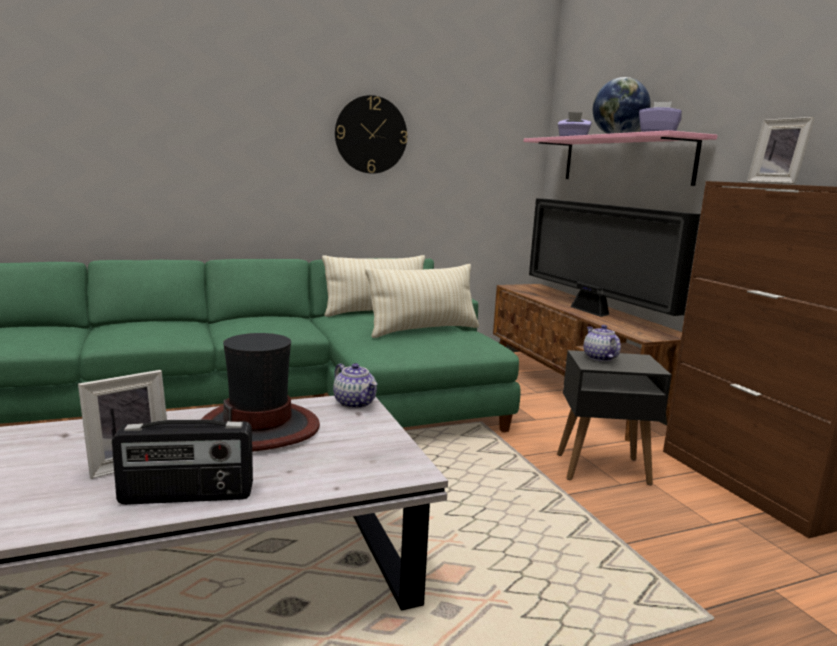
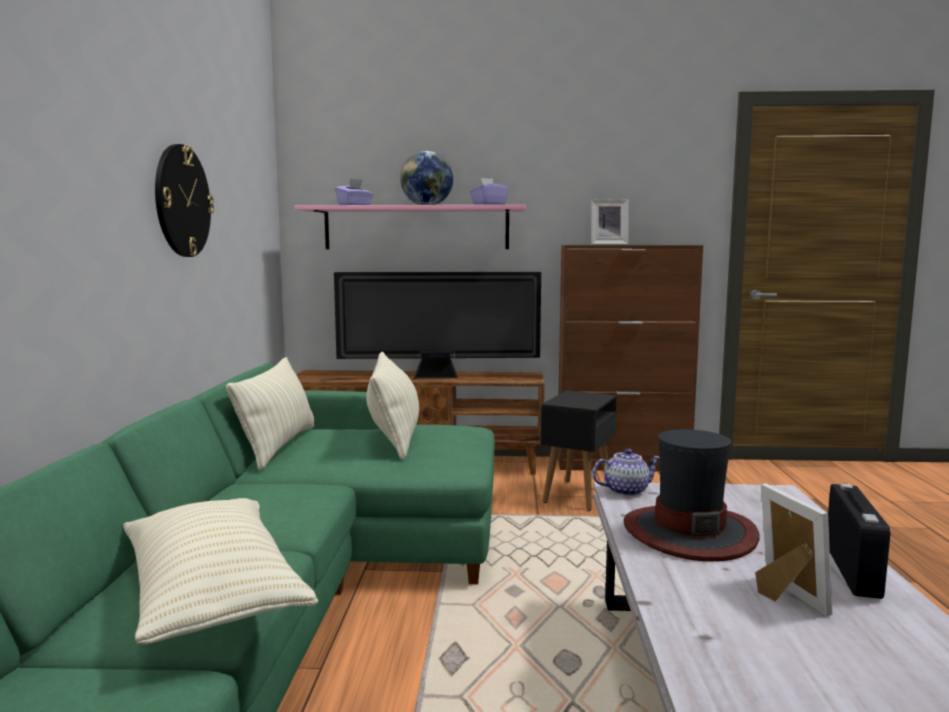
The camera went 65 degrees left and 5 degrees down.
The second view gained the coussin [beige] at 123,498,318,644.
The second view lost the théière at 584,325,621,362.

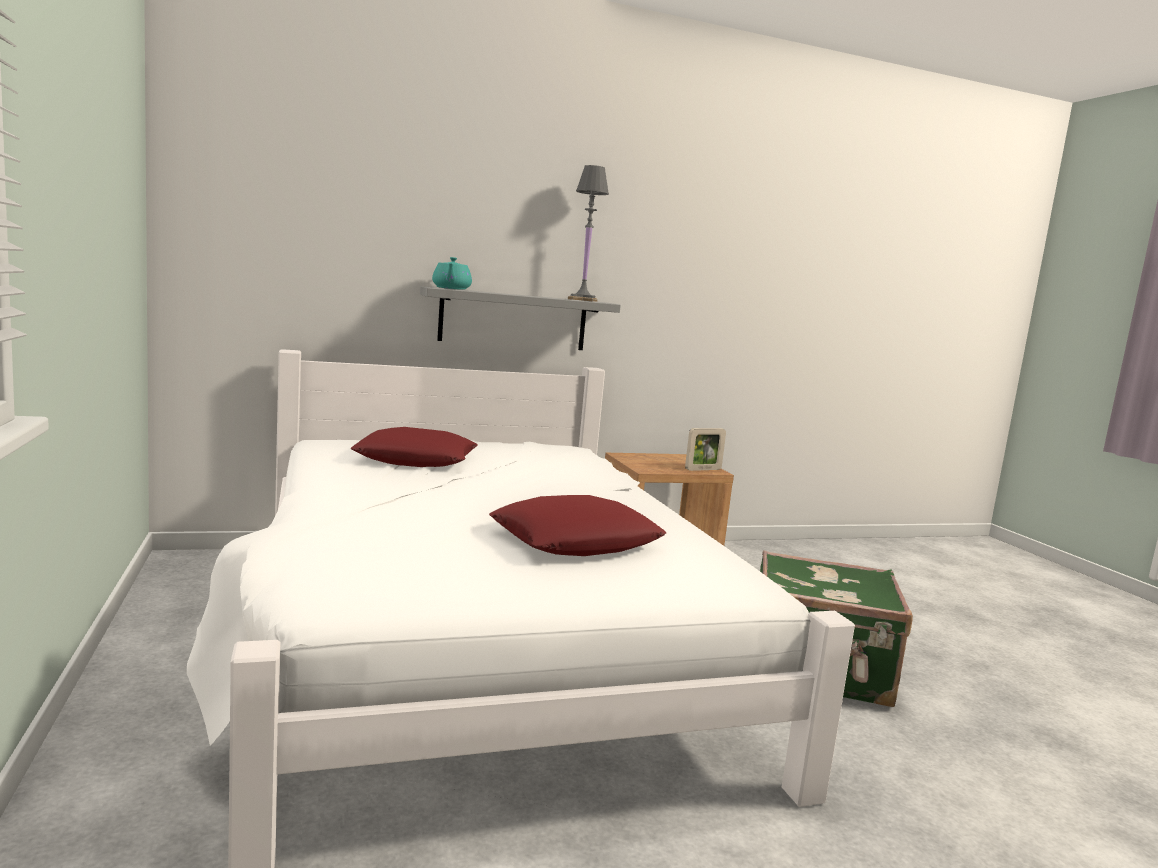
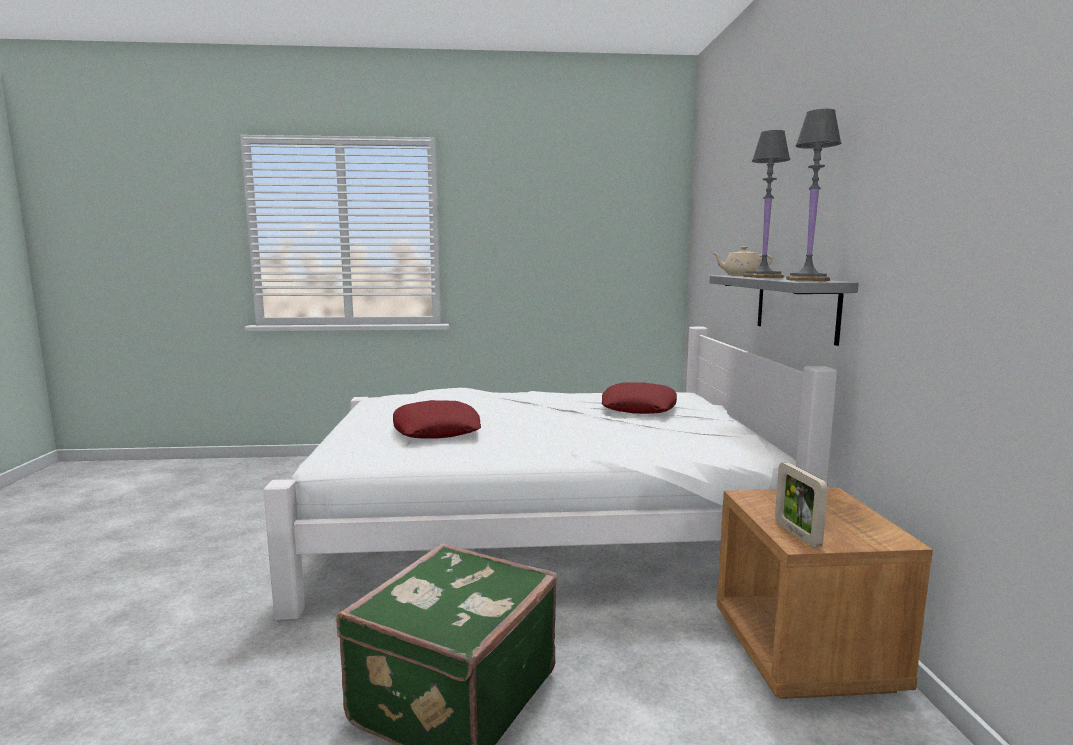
The camera went 105 degrees right and 0 degrees up.
What was the théière [turquoise] at 432,257,472,290 turned into the théière [beige] at 712,246,772,276.
The second view gained the lampe de table [gris] at 743,130,790,278.

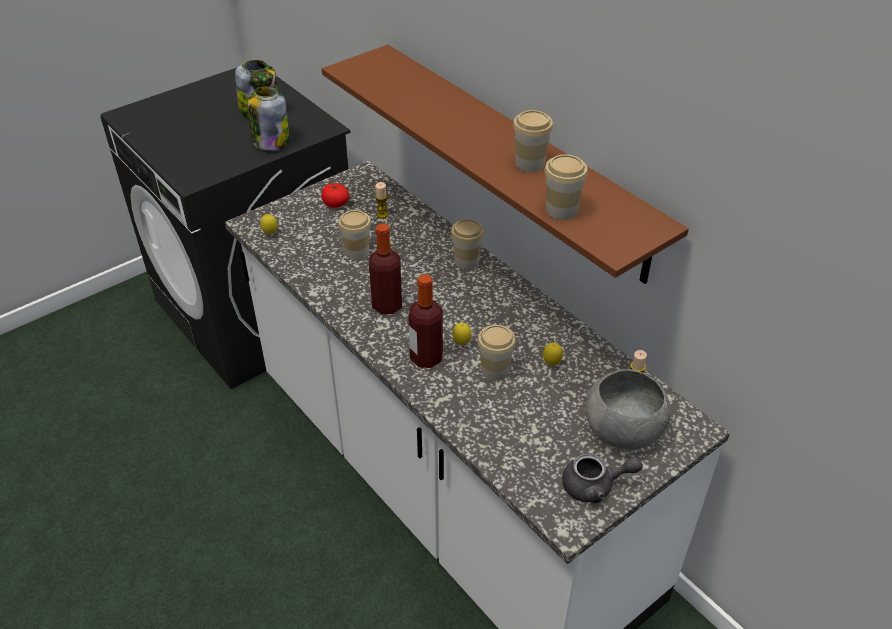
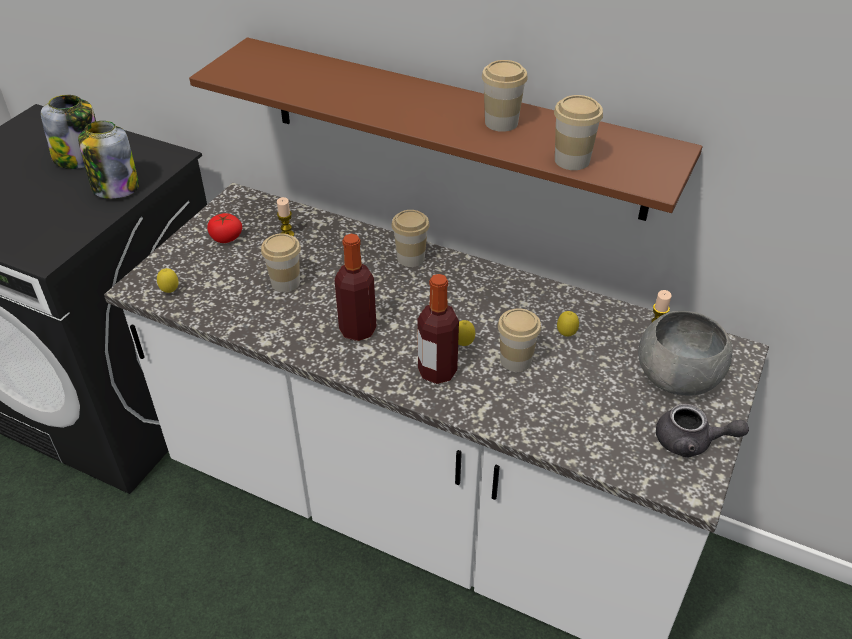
The camera went 25 degrees left and 0 degrees up.
The théière [gris] at 562,453,643,503 ended up facing another way, 45 degrees clockwise from before.

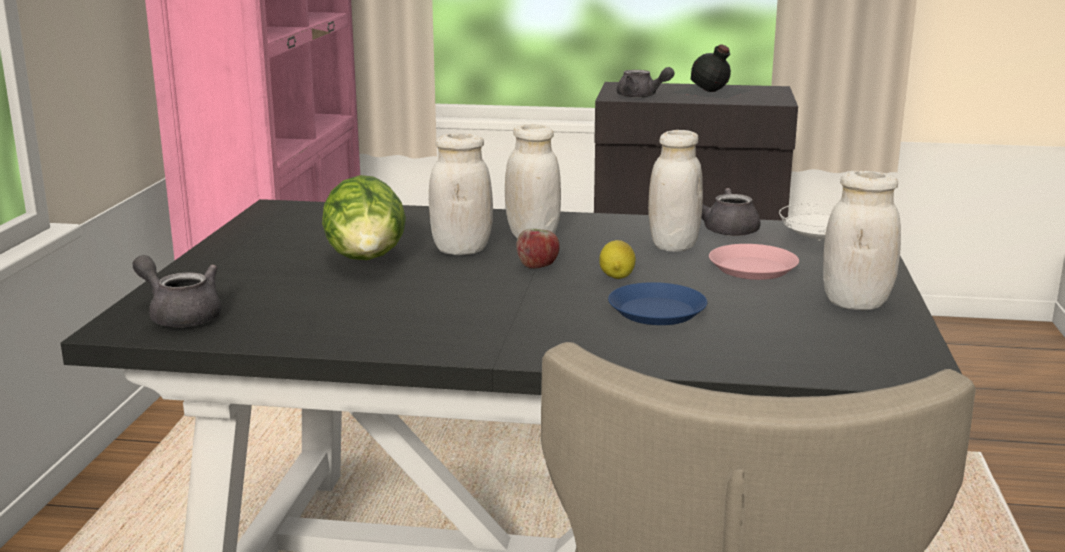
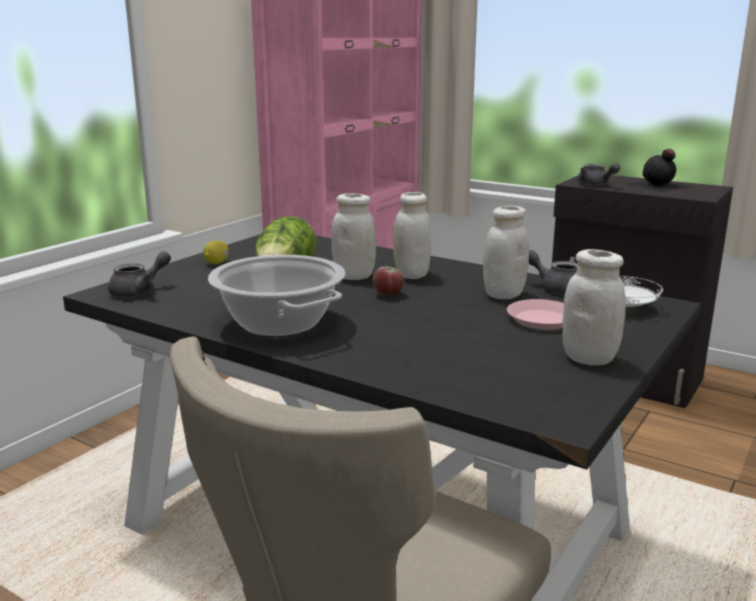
The camera went 25 degrees right and 0 degrees up.
The théière [gris] at 132,255,221,327 ended up facing another way, 75 degrees clockwise from before.
The citron ended up elsewhere, having gone from 599,240,636,279 to 203,240,229,264.
The second view gained the marmite at 208,255,345,337.
The second view lost the assiette [bleu] at 608,282,707,325.

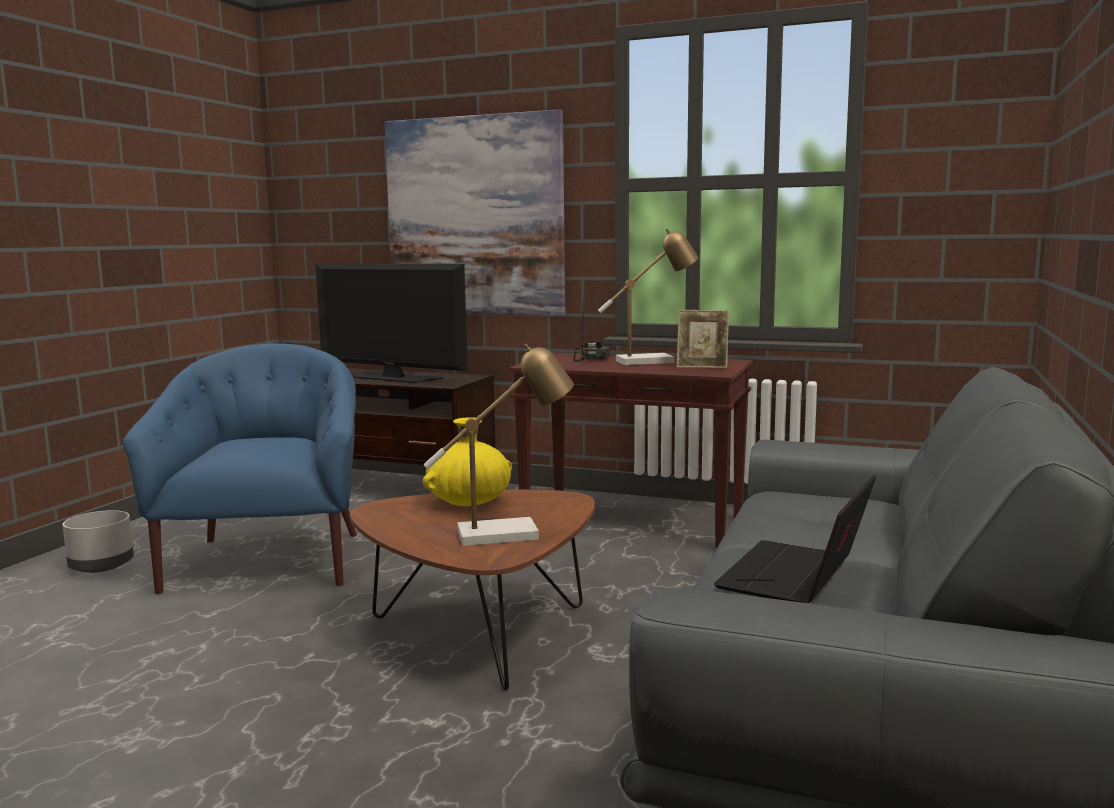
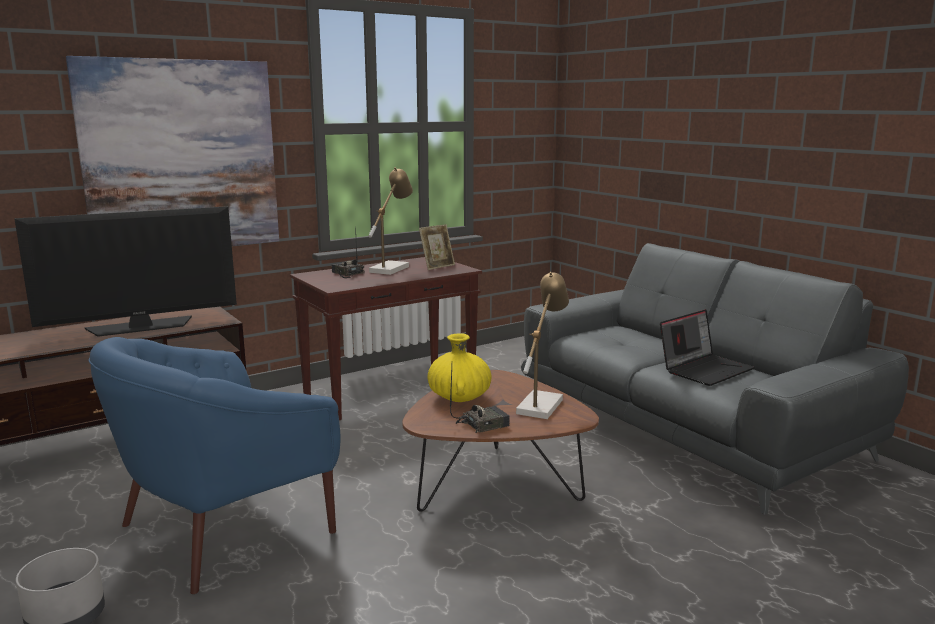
The camera went 55 degrees left and 5 degrees up.
The fauteuil [bleu] at 123,343,357,594 ended up facing another way, 75 degrees counterclockwise from before.
The second view gained the radio at 450,366,510,433.
The ordinateur portable at 714,475,876,603 ended up facing another way, 105 degrees counterclockwise from before.

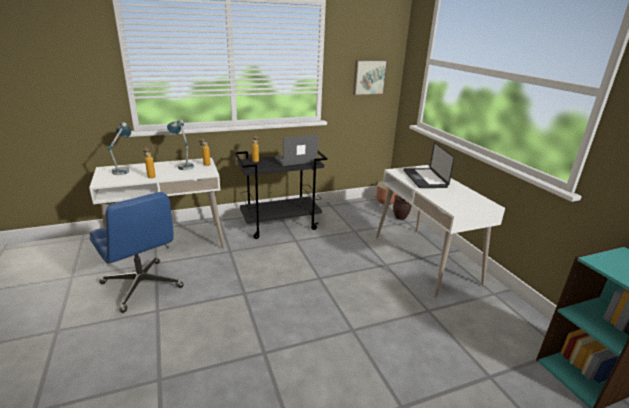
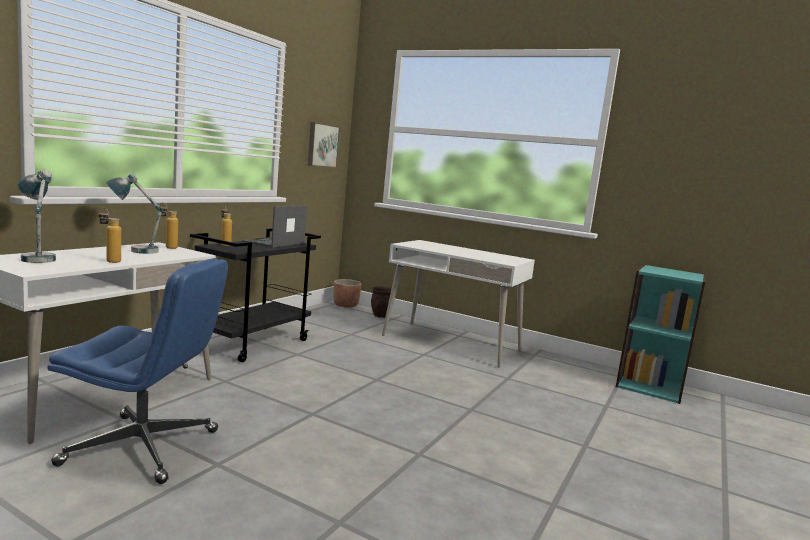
The camera went 40 degrees left and 15 degrees down.
The second view lost the ordinateur portable at 403,142,455,188.

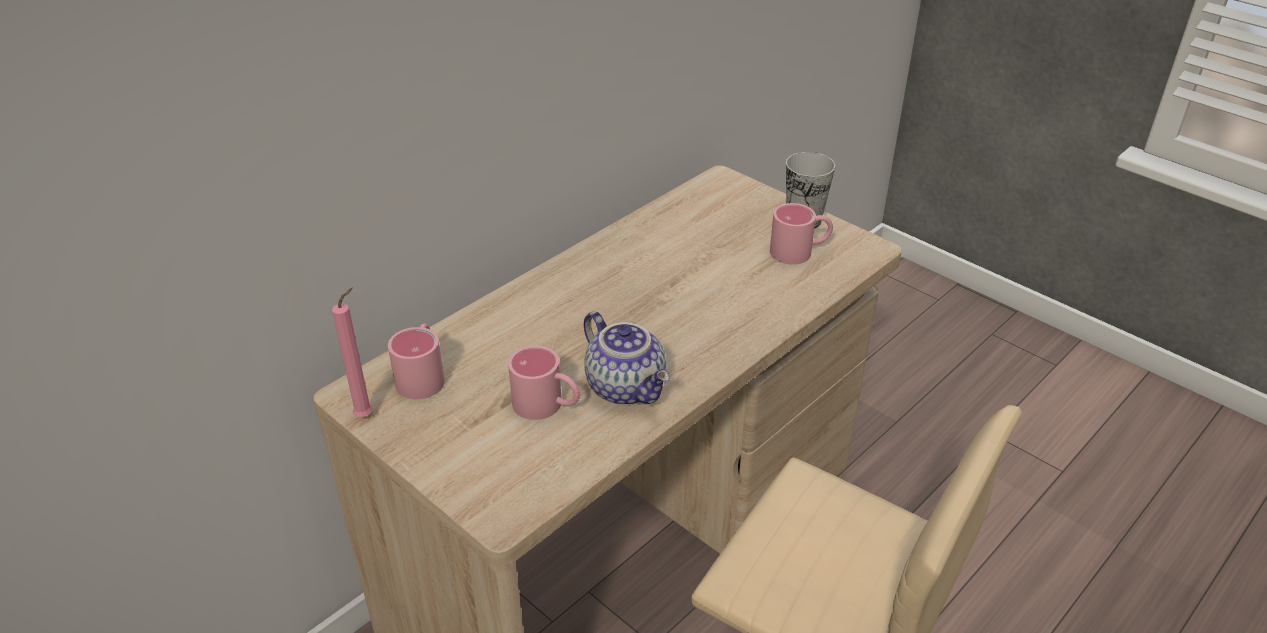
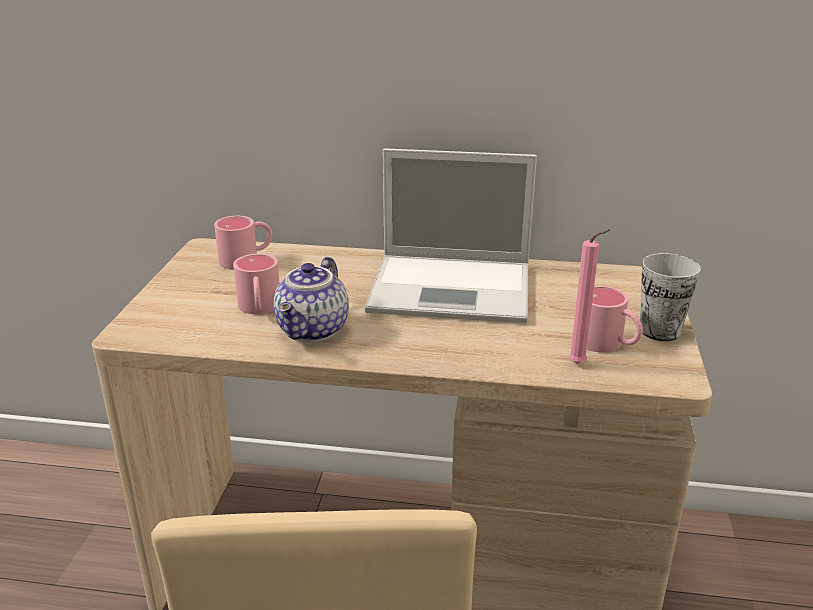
The camera went 55 degrees right and 10 degrees down.
The second view gained the ordinateur portable at 365,148,537,323.
The bougie [rose] ended up elsewhere, having gone from 332,288,372,417 to 569,230,610,364.

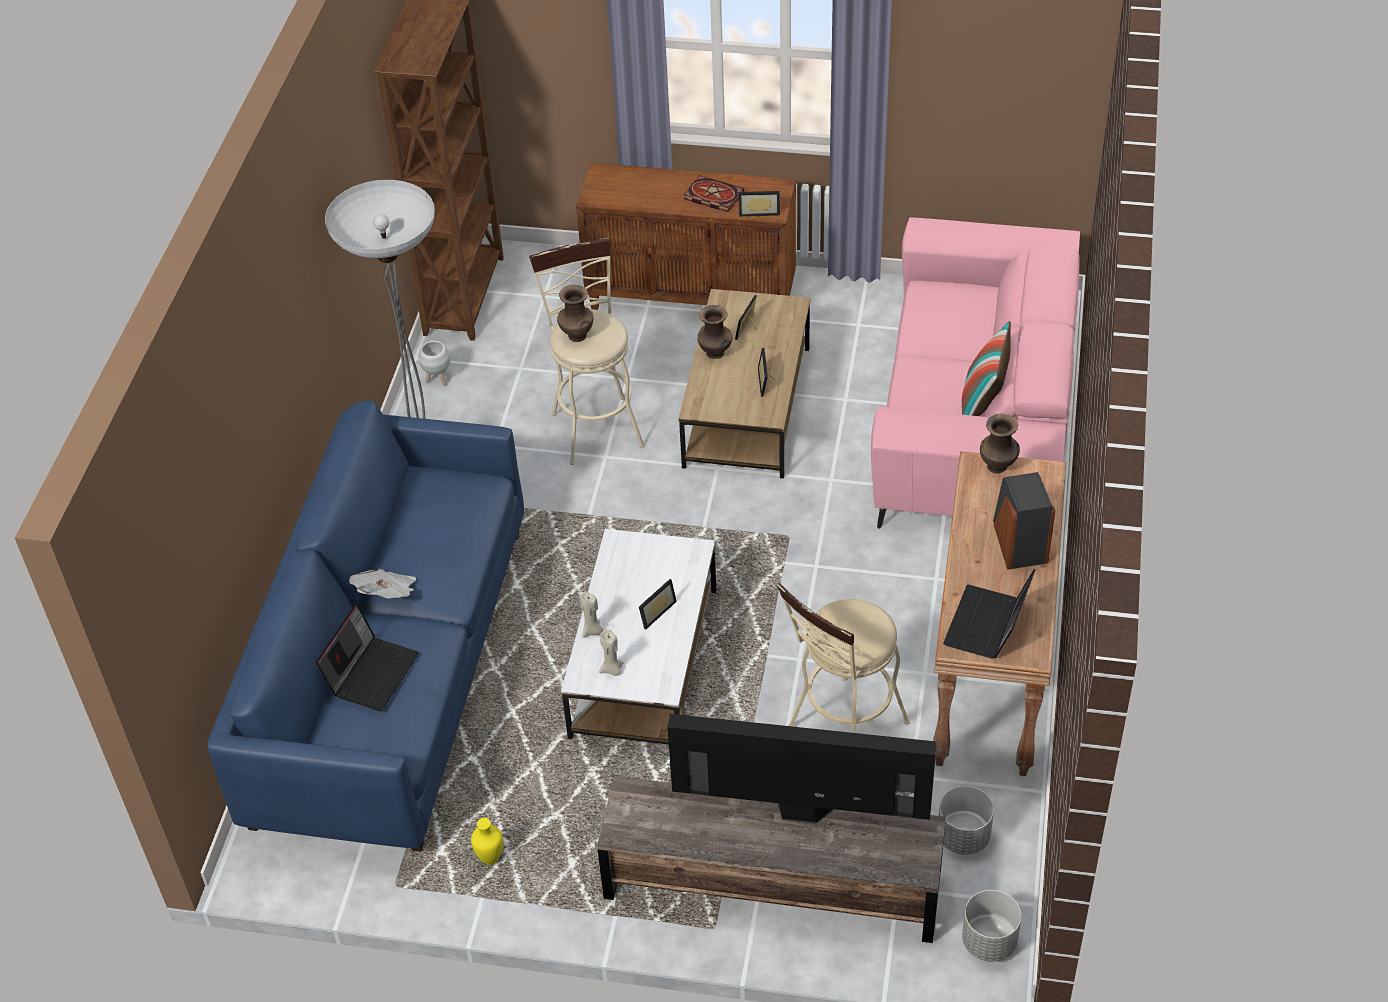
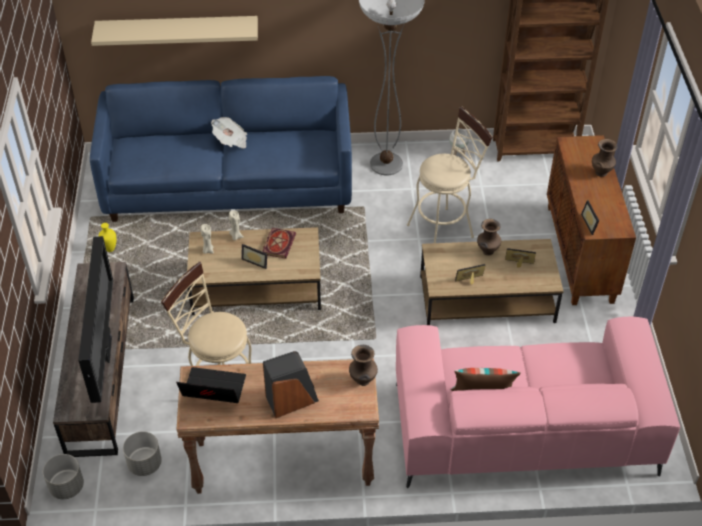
The camera went 75 degrees right and 0 degrees up.
The second view gained the étagère [beige] at 91,16,258,46.
What was the table basse [blanc] at 561,529,716,744 turned into the table basse [marron] at 187,227,321,315.
The livre ended up elsewhere, having gone from 684,175,744,212 to 262,228,296,259.
The vase [marron] ended up elsewhere, having gone from 557,285,593,342 to 592,139,617,177.
The second view lost the ordinateur portable at 316,604,419,712.

